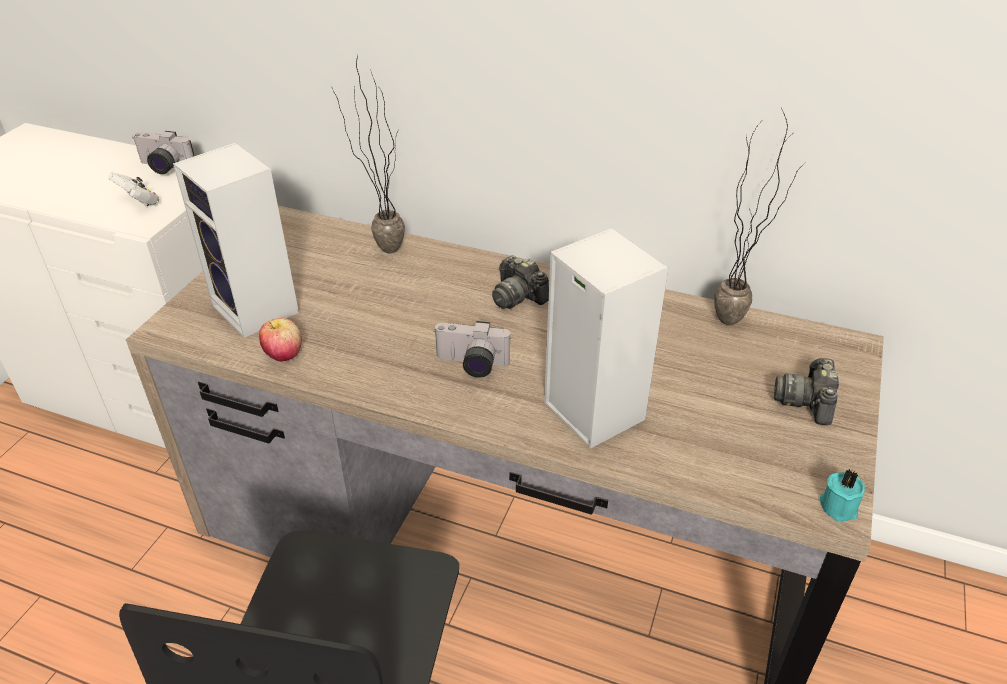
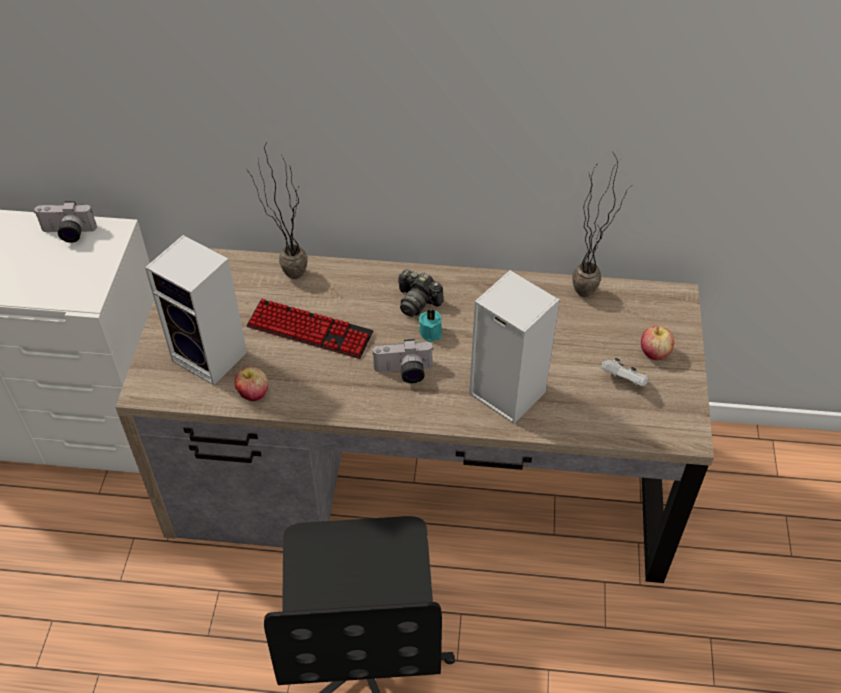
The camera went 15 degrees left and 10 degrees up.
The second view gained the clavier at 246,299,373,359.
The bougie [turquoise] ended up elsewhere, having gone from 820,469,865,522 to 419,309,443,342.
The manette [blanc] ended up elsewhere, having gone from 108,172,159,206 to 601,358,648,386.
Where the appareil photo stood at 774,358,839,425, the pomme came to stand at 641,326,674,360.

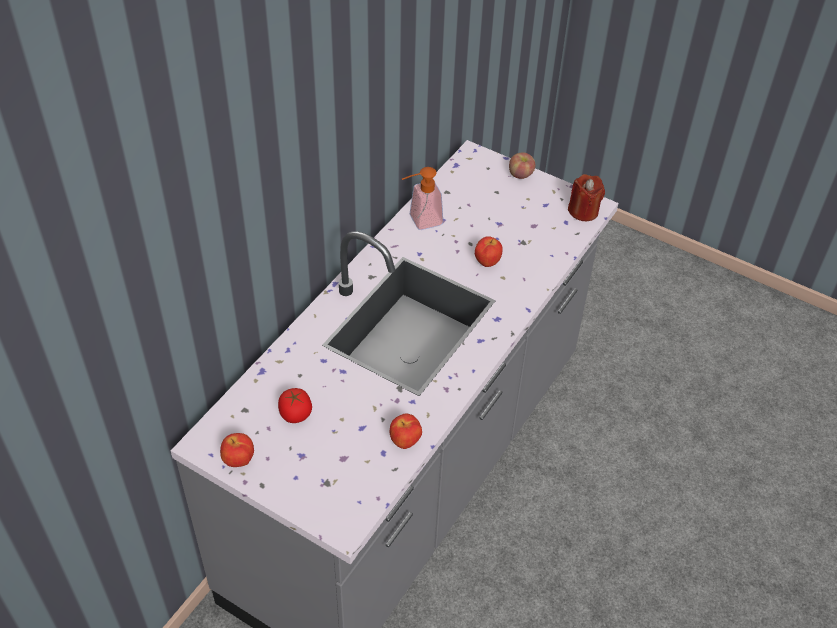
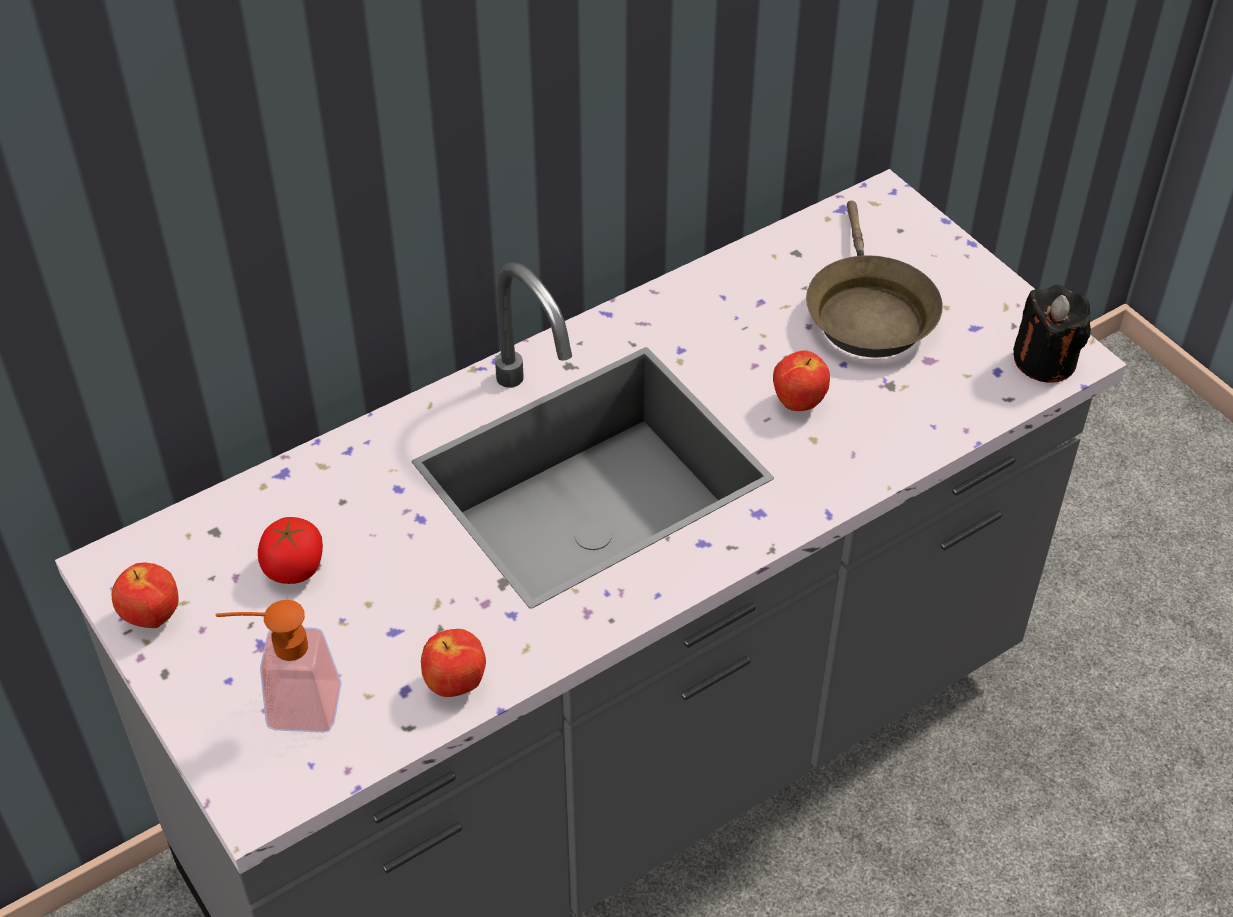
The camera went 25 degrees right and 0 degrees up.
The distributeur de savon ended up elsewhere, having gone from 402,167,443,230 to 215,600,342,732.
The second view gained the poêle [marron] at 806,201,943,358.
What was the bougie [rouge] at 568,174,605,221 turned into the bougie [noir] at 1013,285,1091,383.
The second view lost the pomme at 509,152,535,179.

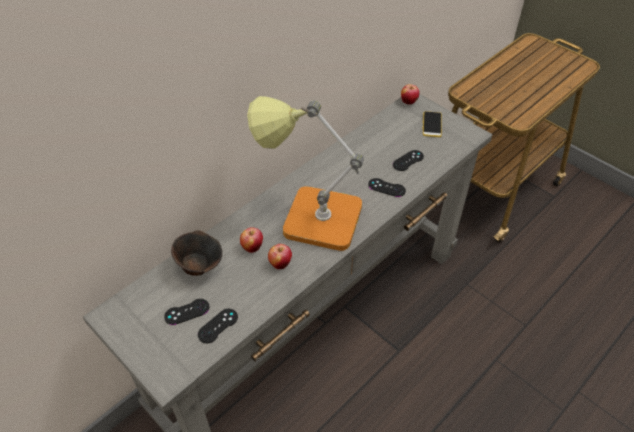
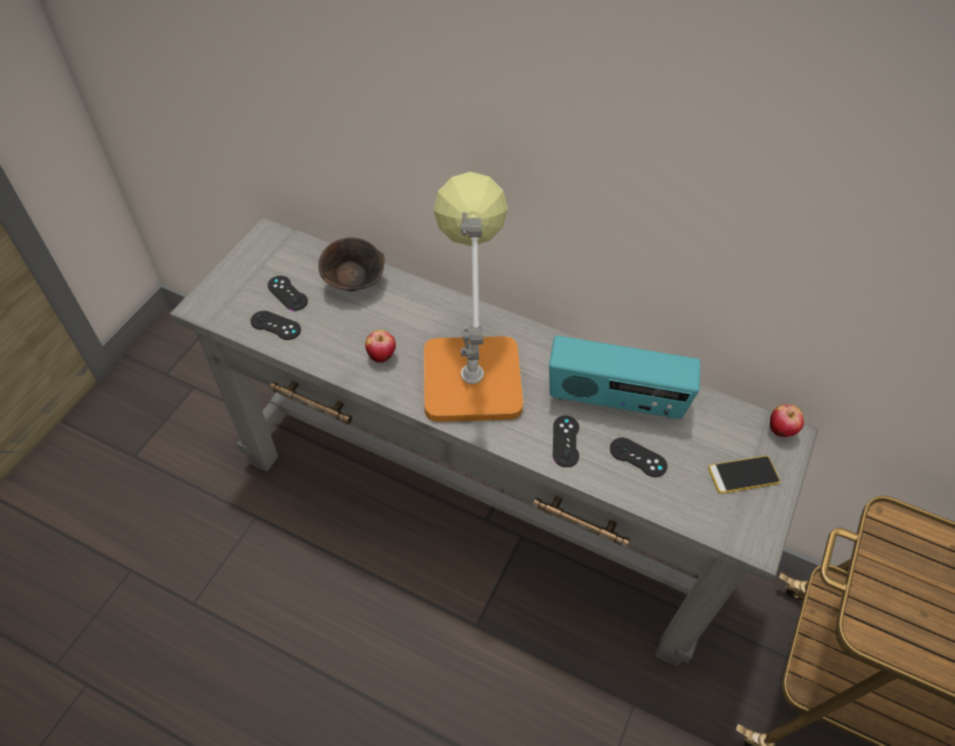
The camera went 70 degrees right and 5 degrees up.
The second view gained the radio at 549,336,701,419.
The second view lost the pomme at 240,227,263,253.

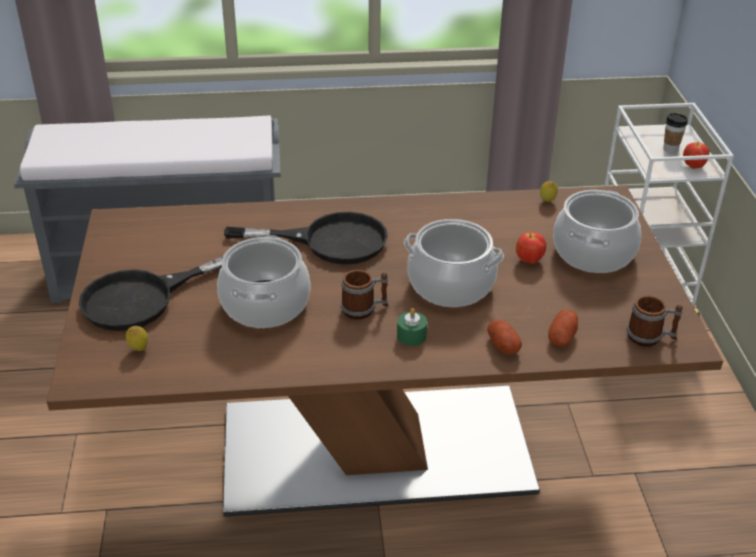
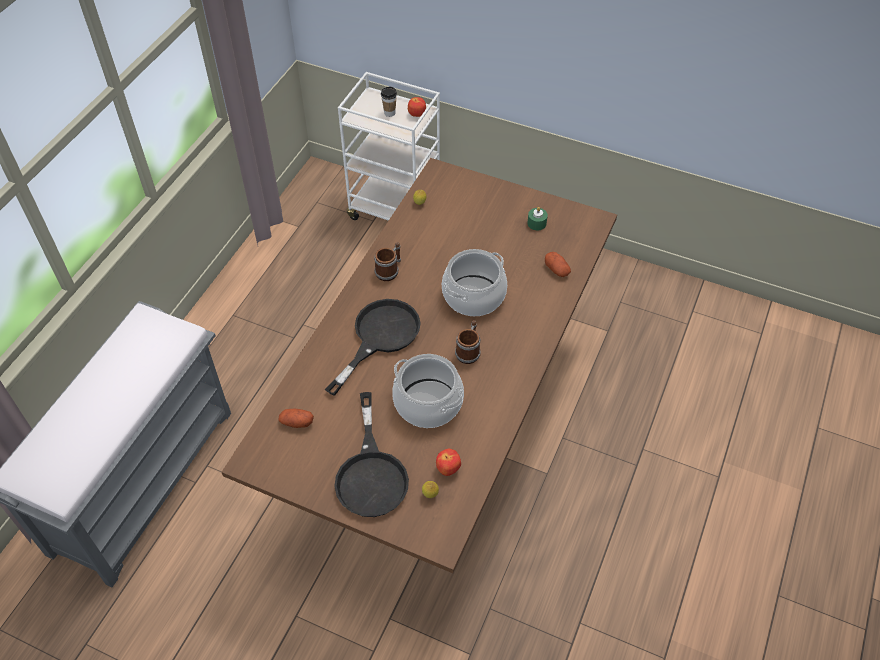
The camera went 60 degrees left and 15 degrees up.
The pomme de terre ended up elsewhere, having gone from 487,320,522,354 to 279,409,314,428.
The mug ended up elsewhere, having gone from 627,295,683,347 to 374,242,401,281.
The pomme ended up elsewhere, having gone from 516,232,546,264 to 436,449,461,476.
The bougie [vert] ended up elsewhere, having gone from 397,308,427,346 to 527,207,548,230.
The second view lost the marmite at 553,190,641,273.

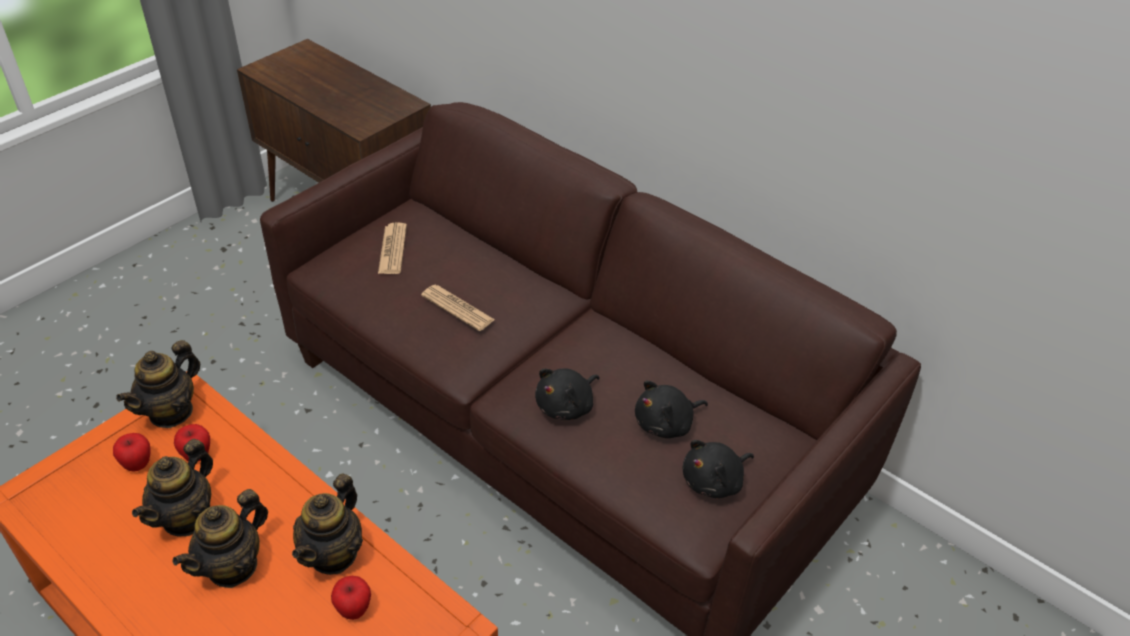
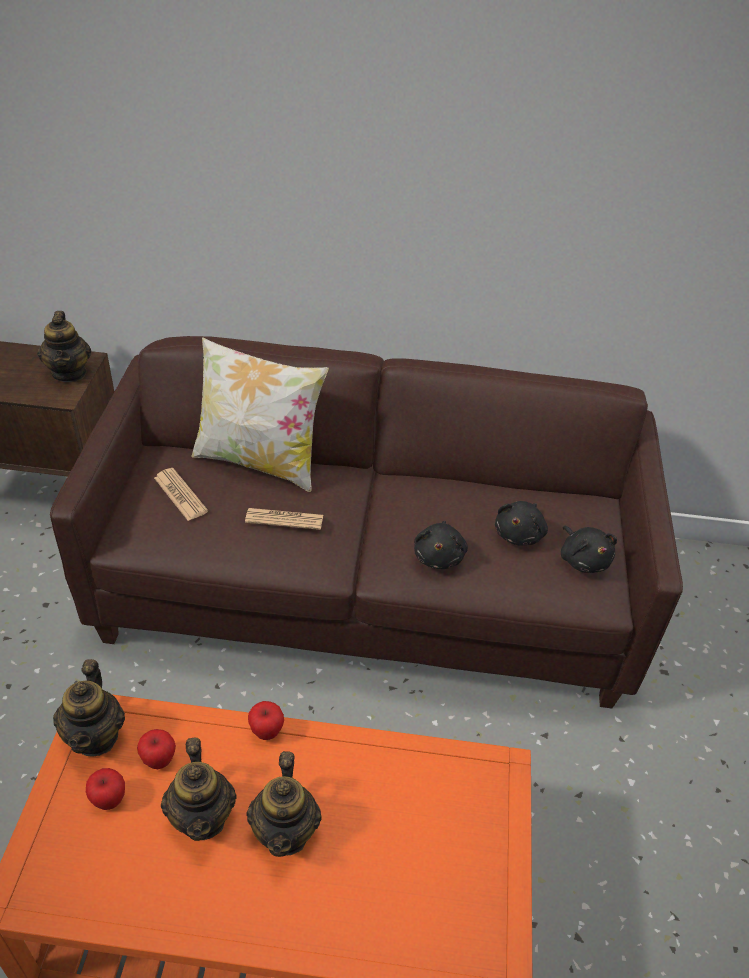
The camera went 35 degrees left and 0 degrees up.
The théière ended up elsewhere, having gone from 292,473,363,575 to 37,311,91,382.
The second view gained the coussin at 191,337,329,492.
The pomme ended up elsewhere, having gone from 331,576,371,620 to 248,701,284,740.
The peluche [noir] at 683,440,754,498 ended up facing another way, 45 degrees counterclockwise from before.

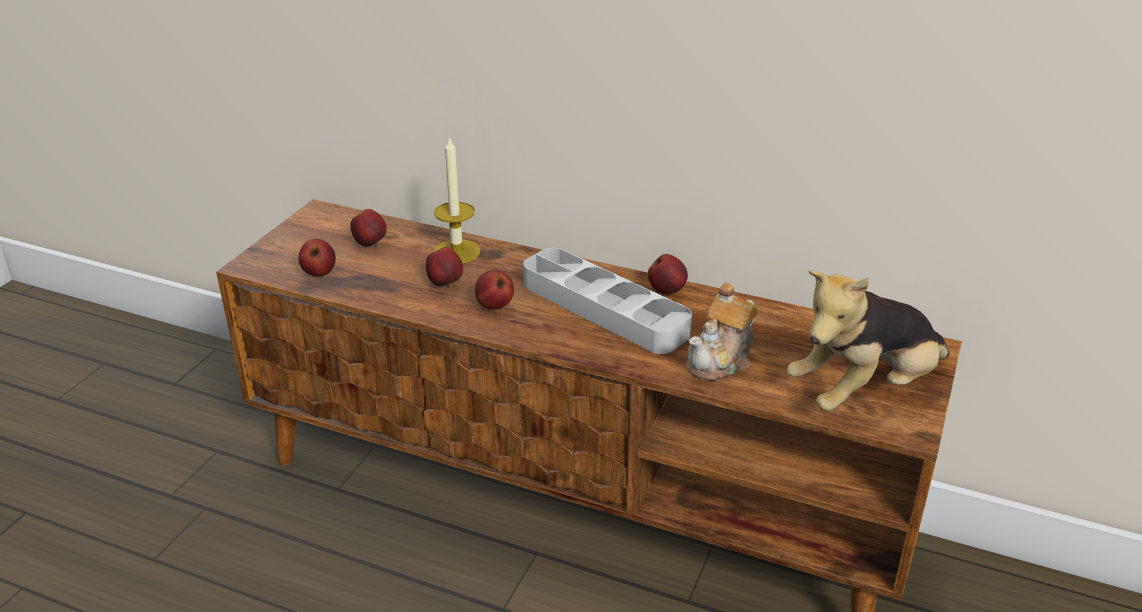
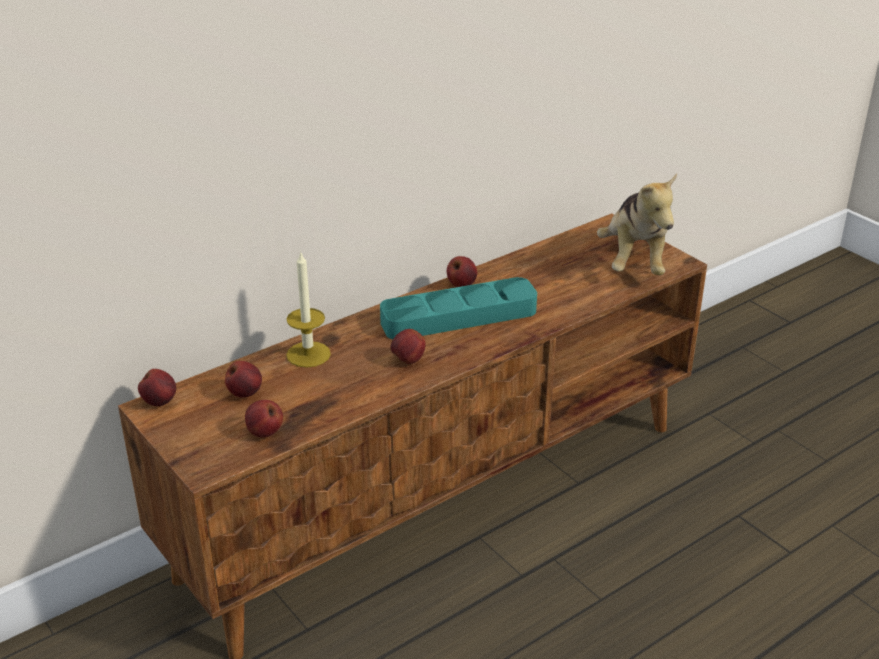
The camera went 60 degrees left and 0 degrees up.
The pomme ended up elsewhere, having gone from 426,247,463,287 to 138,369,176,406.
What was the plateau [gris] at 523,248,692,354 turned into the plateau [turquoise] at 380,277,537,339.
The second view lost the théière at 686,283,758,381.

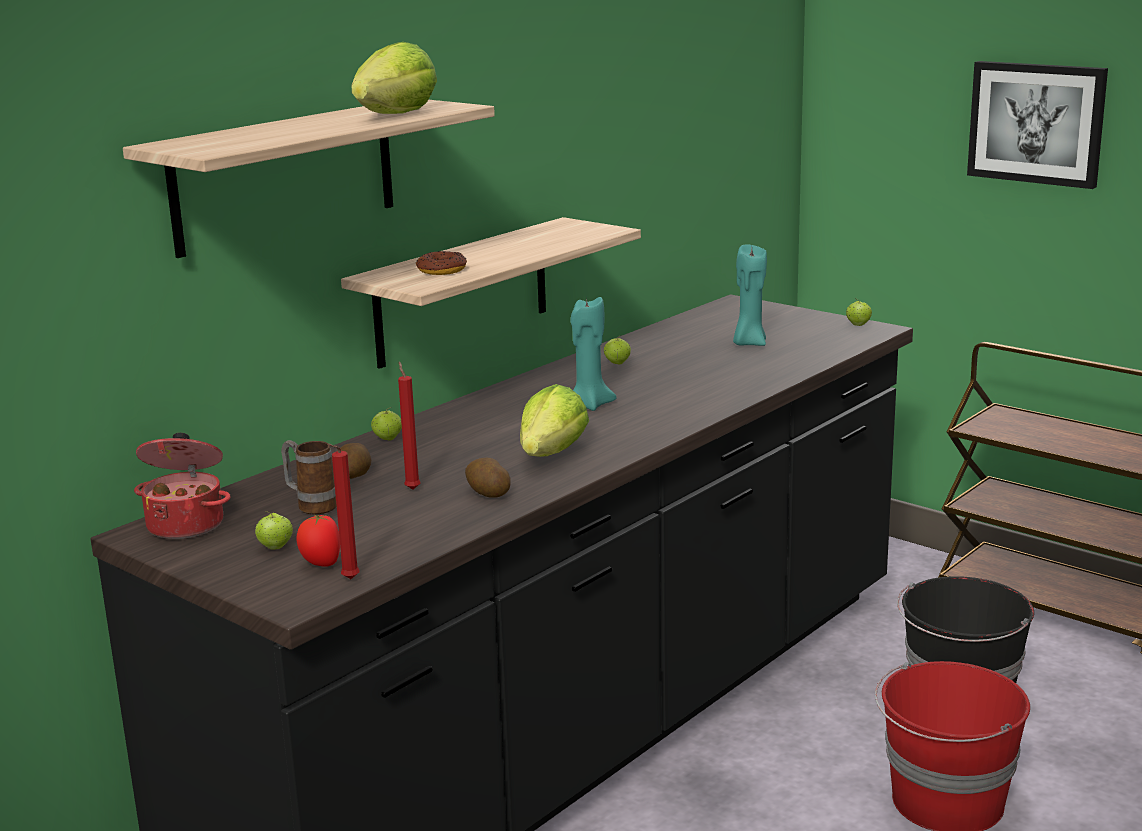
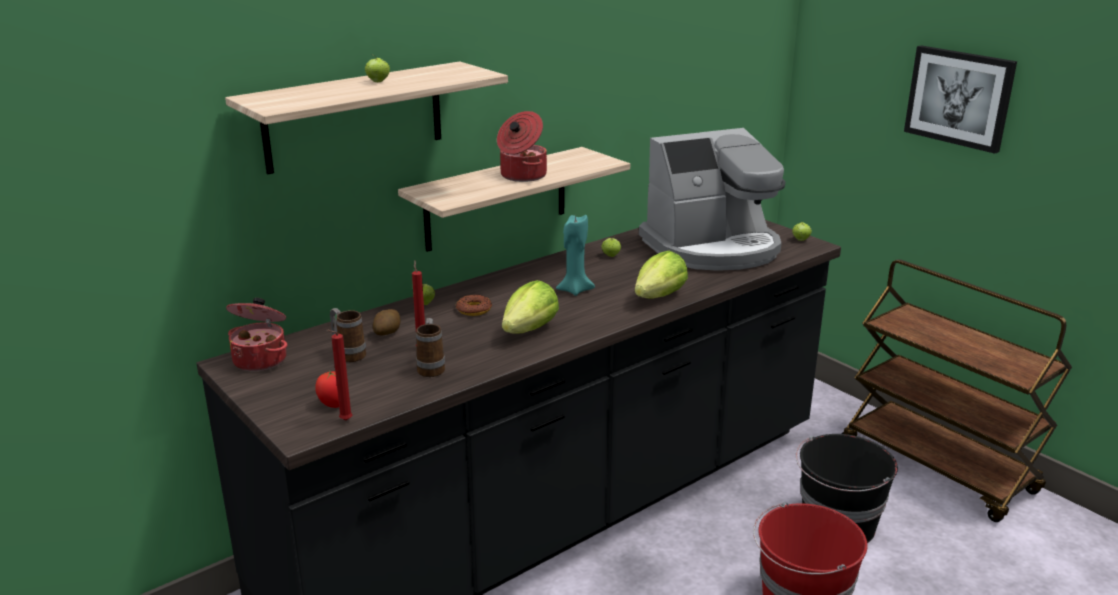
The camera went 10 degrees right and 5 degrees up.
The pomme ended up elsewhere, having gone from 255,511,293,550 to 365,55,390,82.
The second view gained the mug at 416,318,445,377.
The beignet ended up elsewhere, having gone from 416,251,467,275 to 456,294,492,316.
The second view gained the marmite at 497,111,547,182.
The laitue ended up elsewhere, having gone from 351,42,437,114 to 634,251,688,299.
Where the bougie [turquoise] stood at 733,245,767,346, the machine à café came to stand at 639,128,786,271.
The second view lost the pomme de terre at 465,457,510,498.

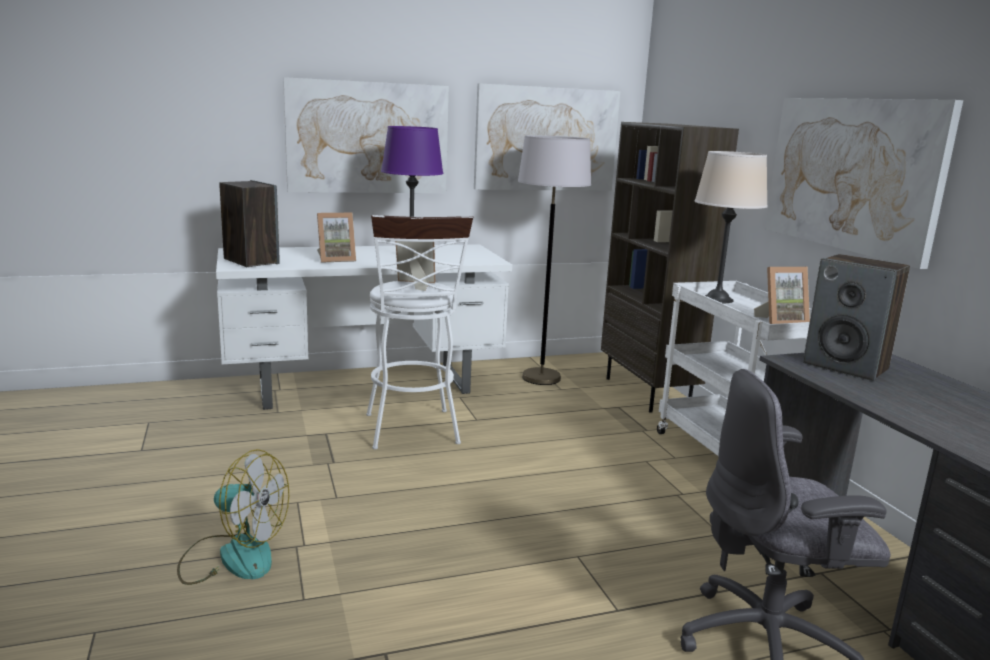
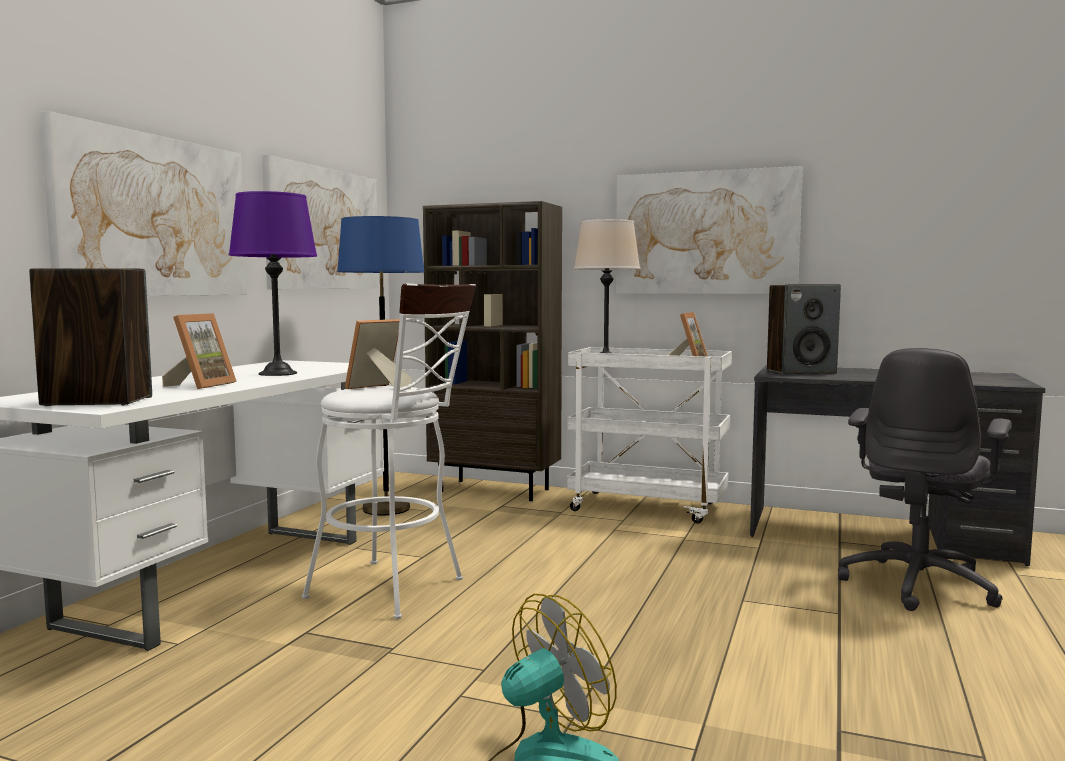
The camera went 50 degrees left and 10 degrees down.
What was the lampadaire [gris] at 518,135,591,385 turned into the lampadaire [bleu] at 337,216,424,515.

